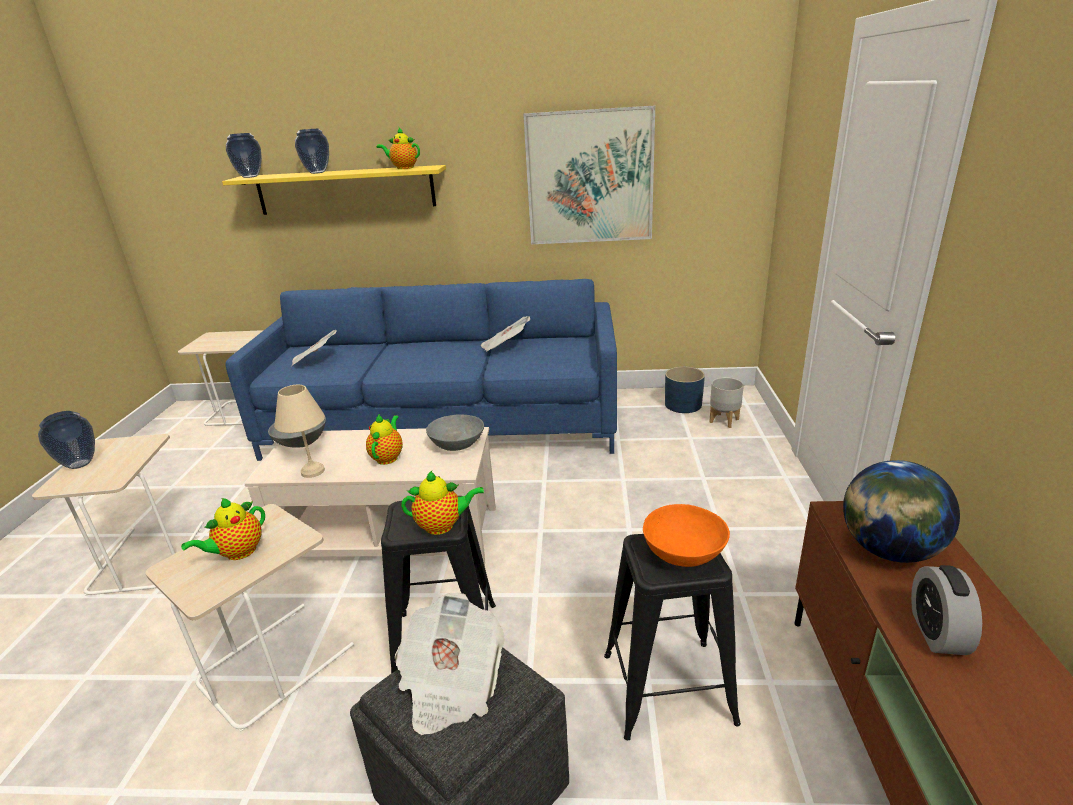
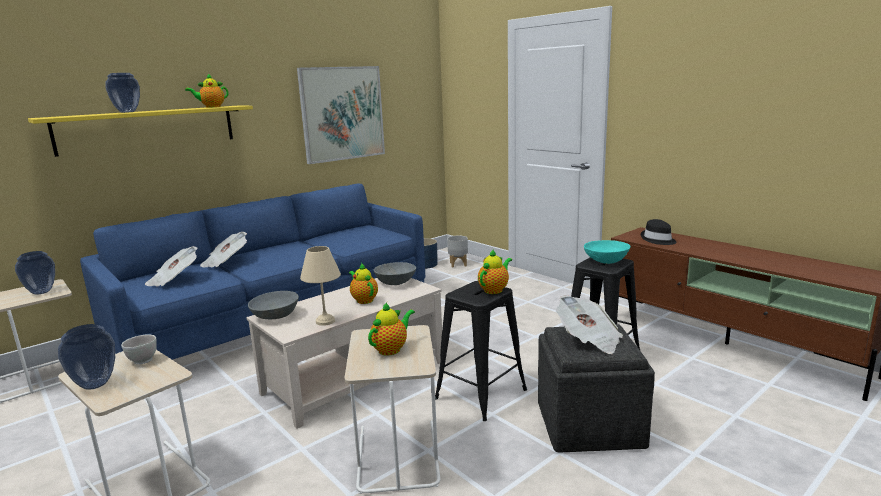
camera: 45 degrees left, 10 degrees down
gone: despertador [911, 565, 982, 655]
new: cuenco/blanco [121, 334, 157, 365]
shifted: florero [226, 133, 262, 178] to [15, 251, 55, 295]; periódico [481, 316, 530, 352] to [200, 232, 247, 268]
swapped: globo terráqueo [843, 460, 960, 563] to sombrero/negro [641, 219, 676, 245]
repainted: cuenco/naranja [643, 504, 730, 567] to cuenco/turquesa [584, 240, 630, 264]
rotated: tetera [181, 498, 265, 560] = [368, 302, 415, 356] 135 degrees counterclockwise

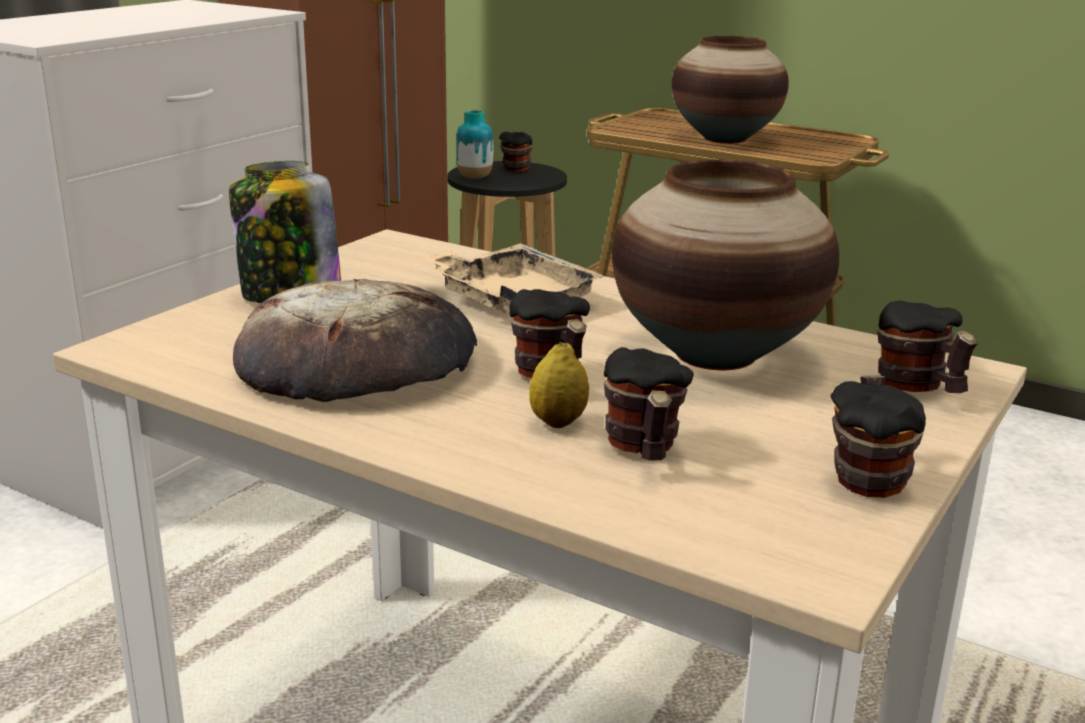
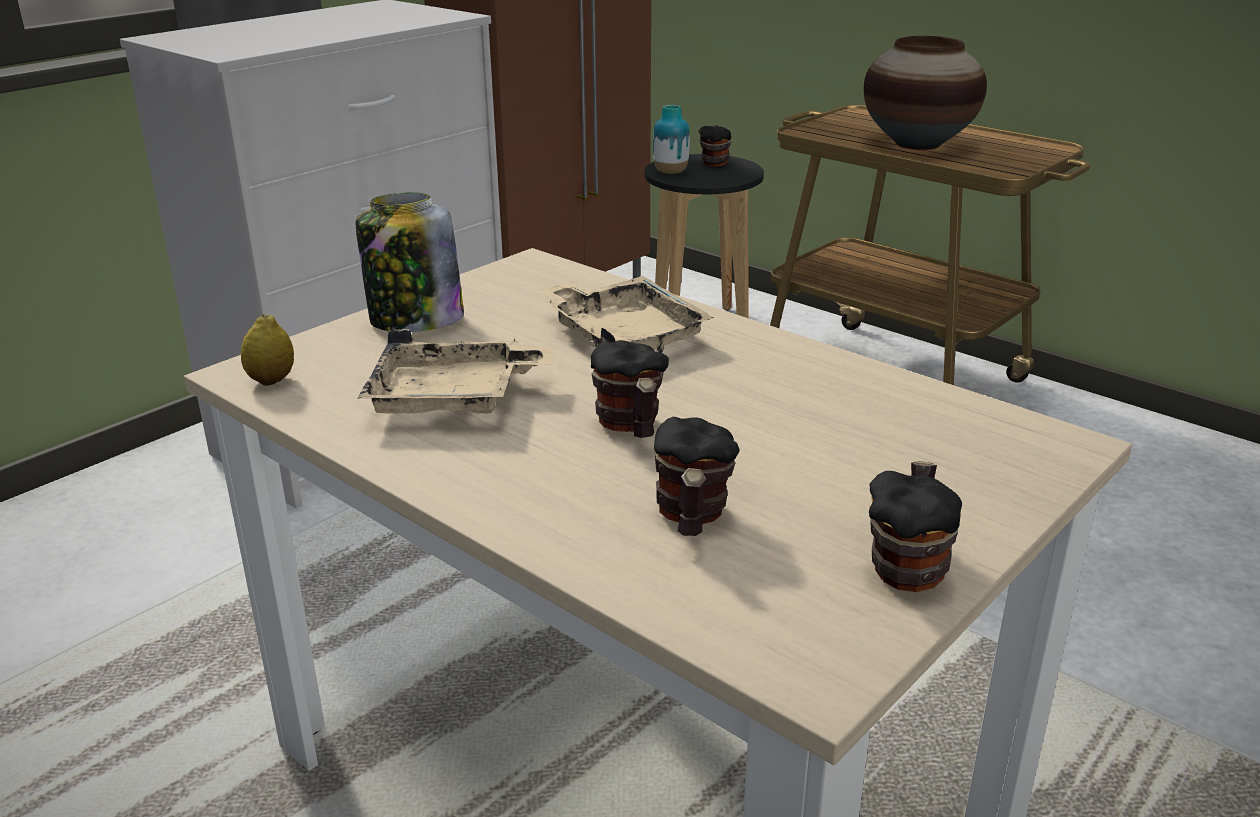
camera: 10 degrees right, 5 degrees up
gone: florero [612, 159, 839, 370]; taza grande [877, 301, 978, 393]
shifted: limón [529, 342, 589, 428] to [241, 314, 294, 386]
swapped: pan [233, 279, 477, 402] to bandeja/beis [358, 329, 554, 414]

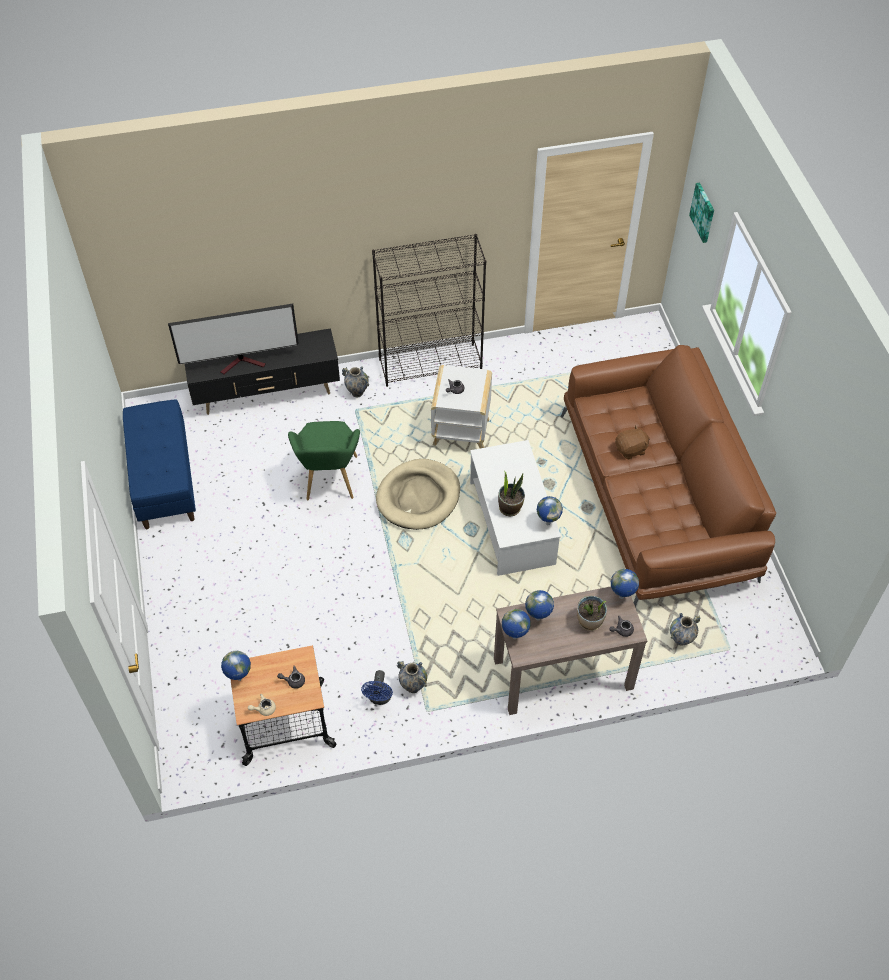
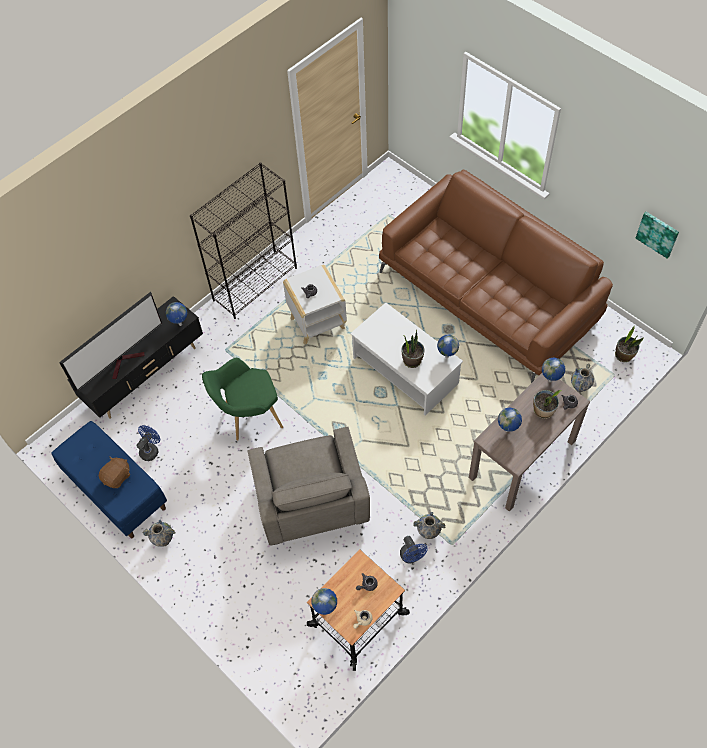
camera: 30 degrees left, 5 degrees up
gone: cama para perro/beis [376, 459, 460, 530]
new: ventilador/azul [136, 425, 160, 461]; sillón/gris [247, 427, 370, 545]; planta en maceta [615, 326, 644, 362]
shifted: peluche/marrón [615, 426, 650, 460] to [99, 456, 130, 488]; florero [342, 367, 369, 397] to [143, 519, 176, 547]; globo terráqueo [502, 609, 531, 639] to [166, 302, 187, 326]; cuadro [689, 183, 714, 243] to [635, 212, 679, 259]
rotated: sillón/verde [288, 421, 360, 500] = [202, 358, 283, 440] 105 degrees clockwise

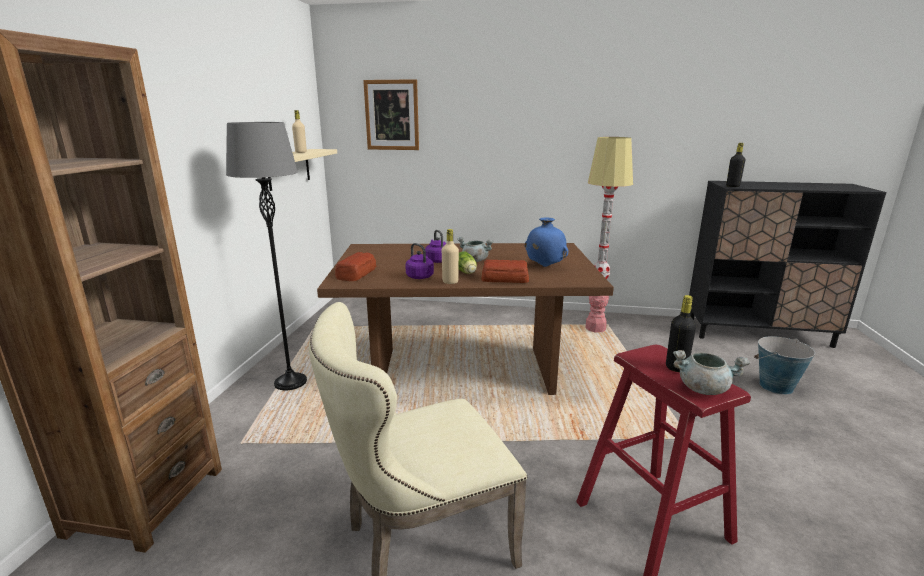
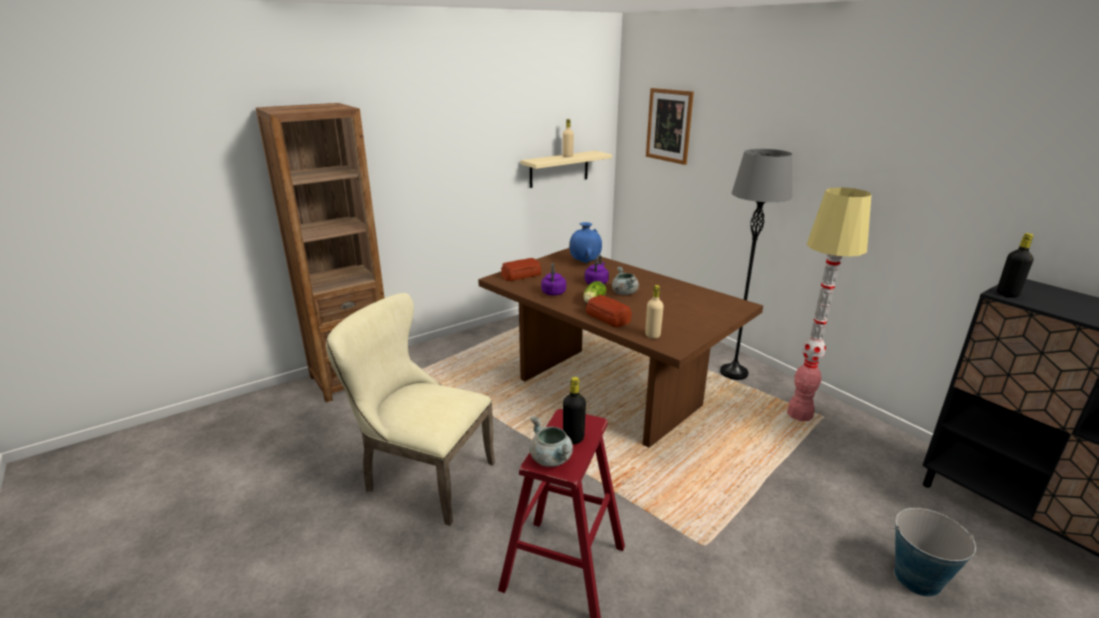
camera: 45 degrees right, 5 degrees up
shifted: florero/azul [525, 218, 569, 267] to [569, 222, 602, 263]; botella/beis [442, 229, 459, 284] to [645, 285, 664, 339]; lámpara de pie/gris [226, 122, 307, 390] to [720, 149, 793, 380]

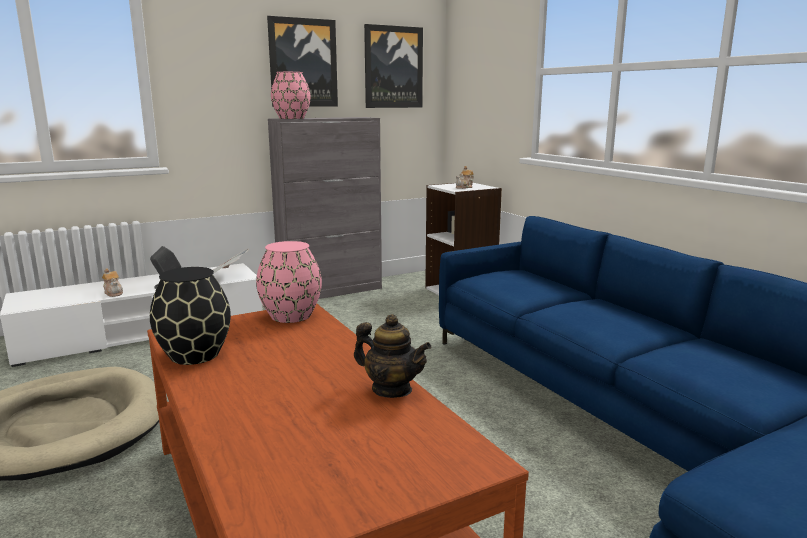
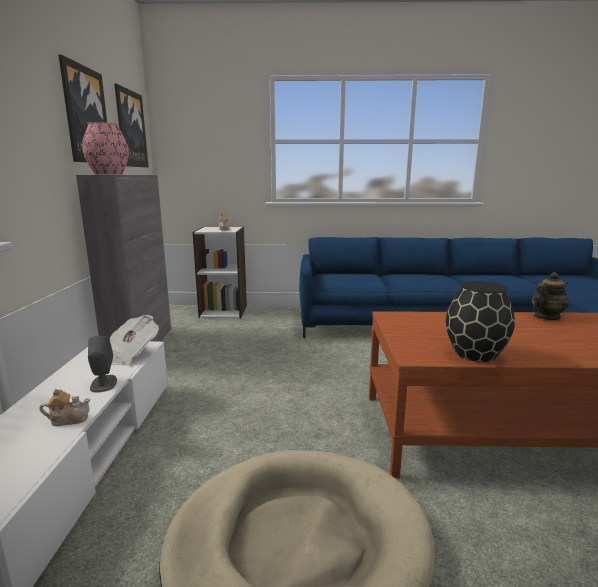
camera: 60 degrees left, 0 degrees up
gone: florero/rosa [256, 241, 322, 323]

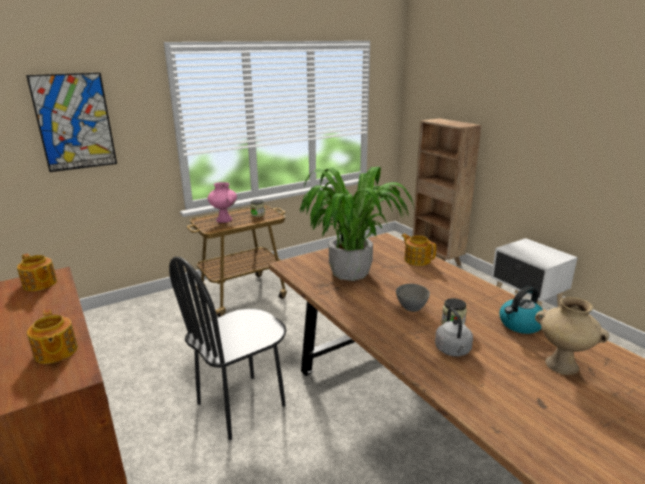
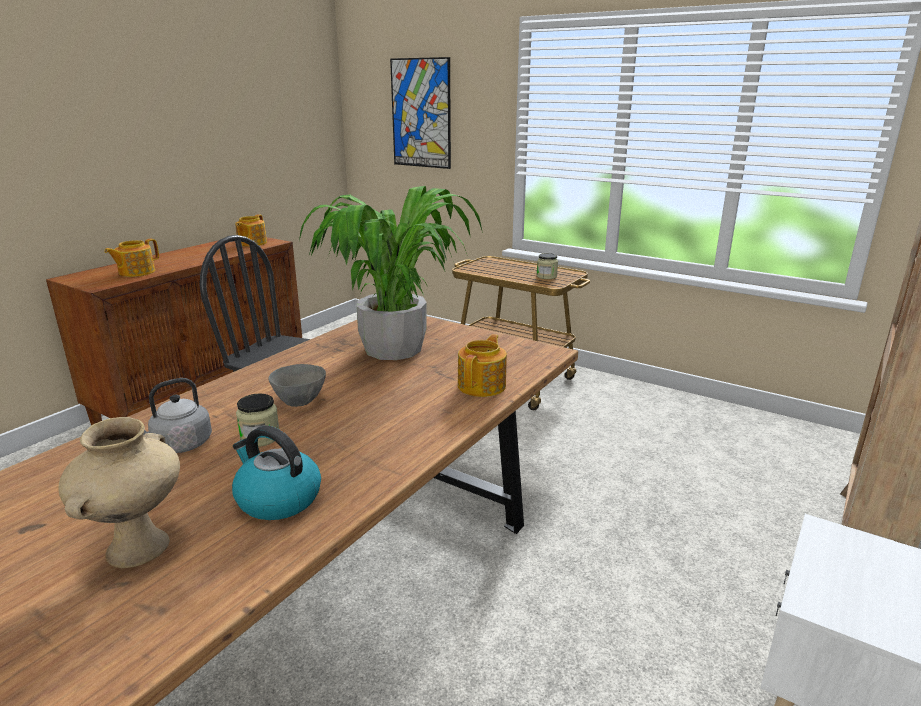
camera: 65 degrees right, 0 degrees up
gone: florero/rosa [208, 182, 237, 223]

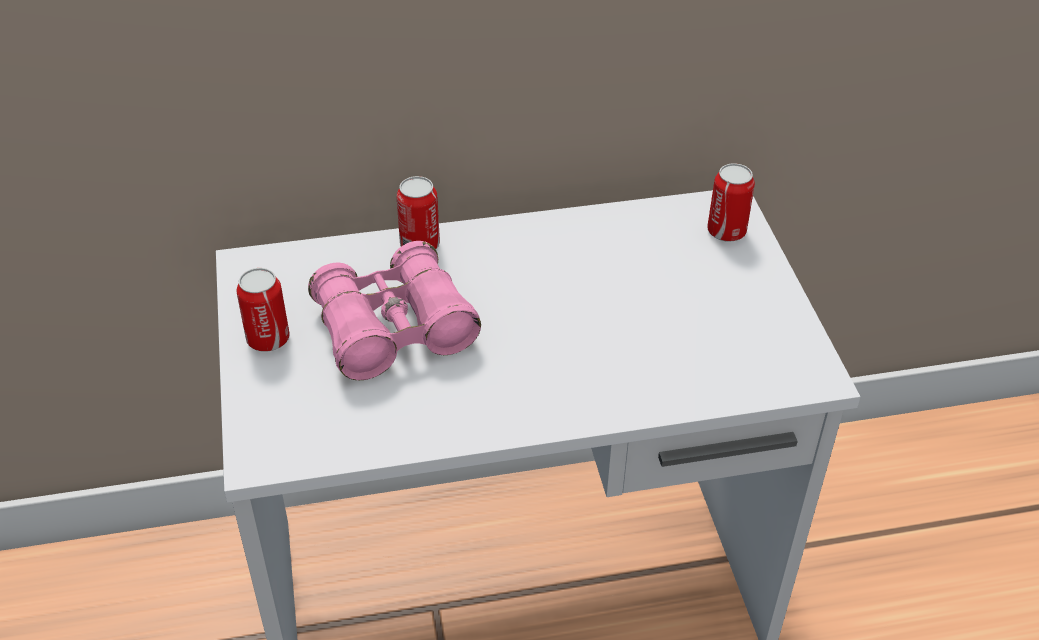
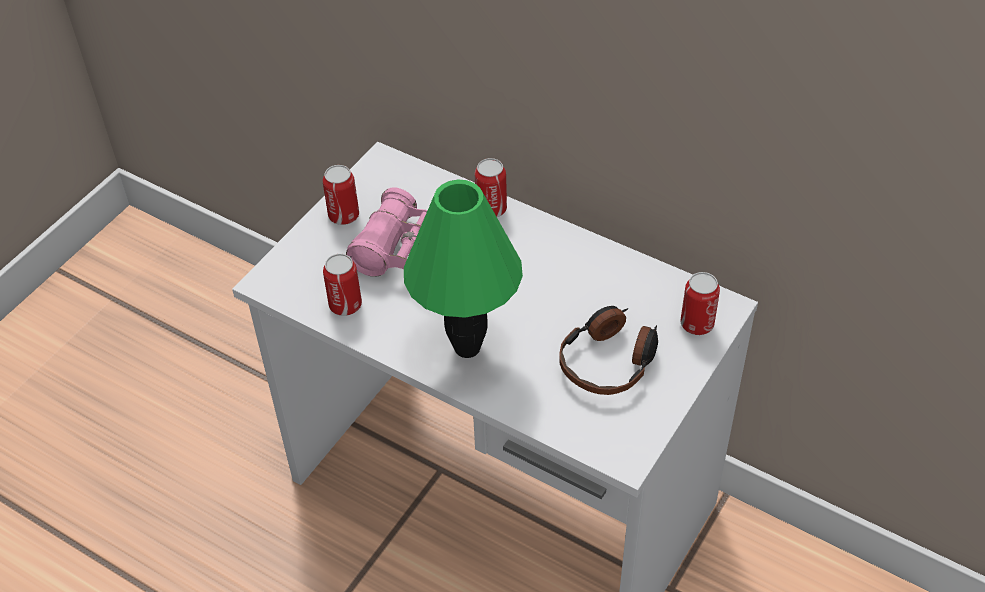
camera: 45 degrees right, 5 degrees up
new: lata [323, 254, 362, 316]; lámpara de mesa/verde [404, 180, 523, 358]; auriculares [559, 306, 658, 395]

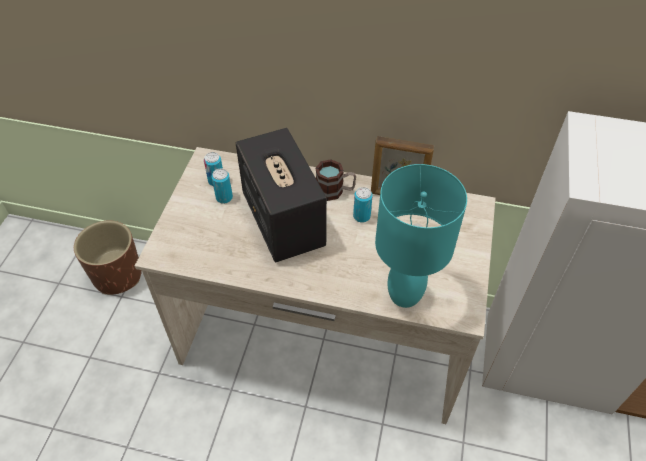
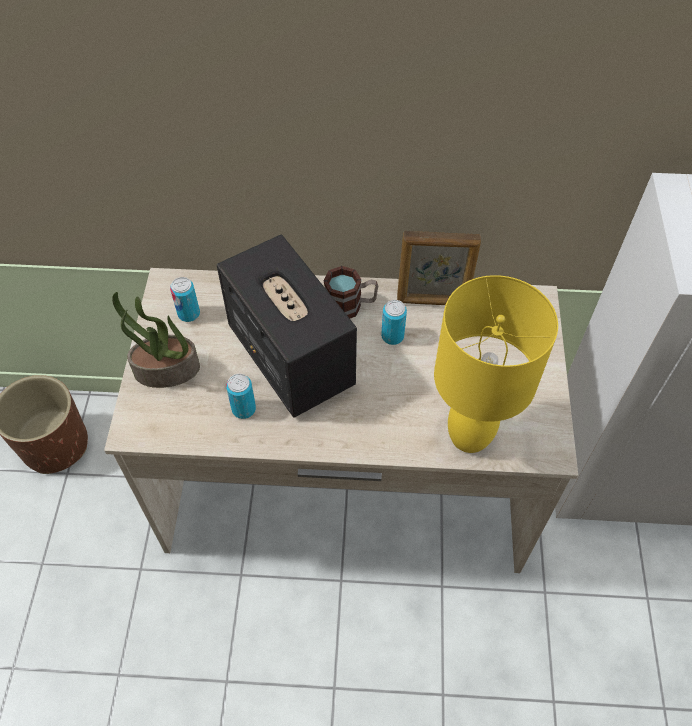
camera: 10 degrees left, 5 degrees up
new: planta en maceta [112, 292, 200, 388]
shifted: lata [212, 168, 233, 204] to [226, 374, 256, 419]
repainted: lámpara de mesa/turquesa [375, 164, 467, 308] to lámpara de mesa/amarillo [434, 275, 558, 453]

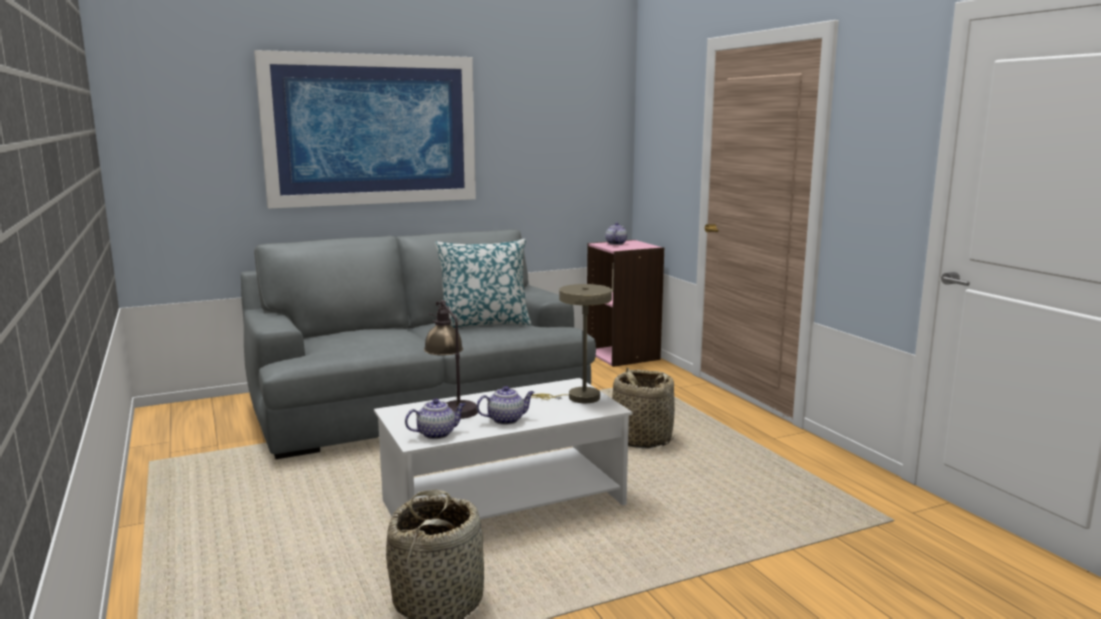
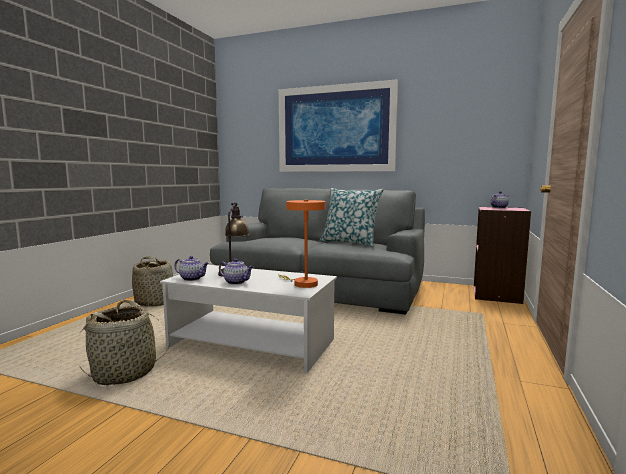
camera: 45 degrees right, 5 degrees down
shifted: cesta [608, 367, 675, 448] to [132, 256, 173, 307]
repainted: lámpara de mesa/beis [531, 284, 612, 403] to lámpara de mesa/naranja [278, 200, 326, 288]

